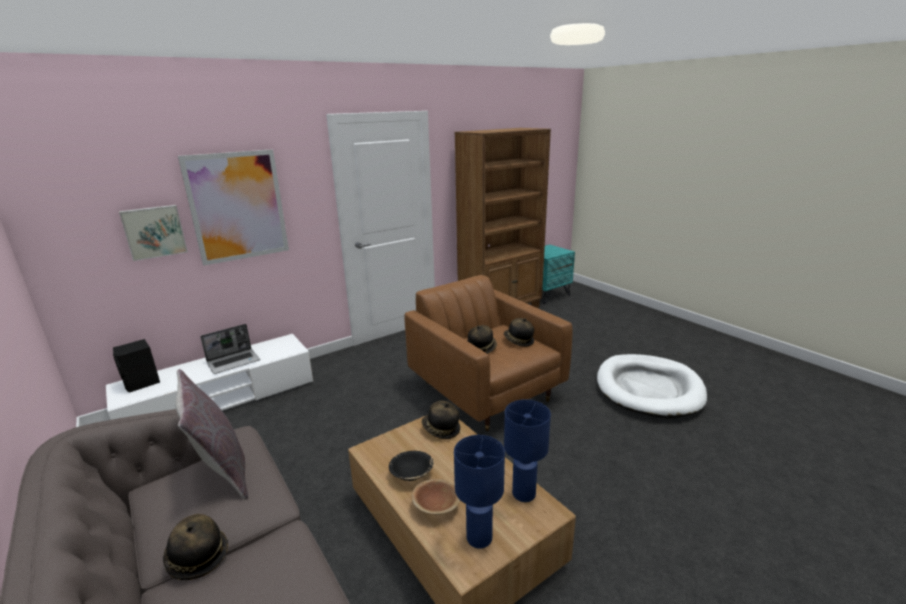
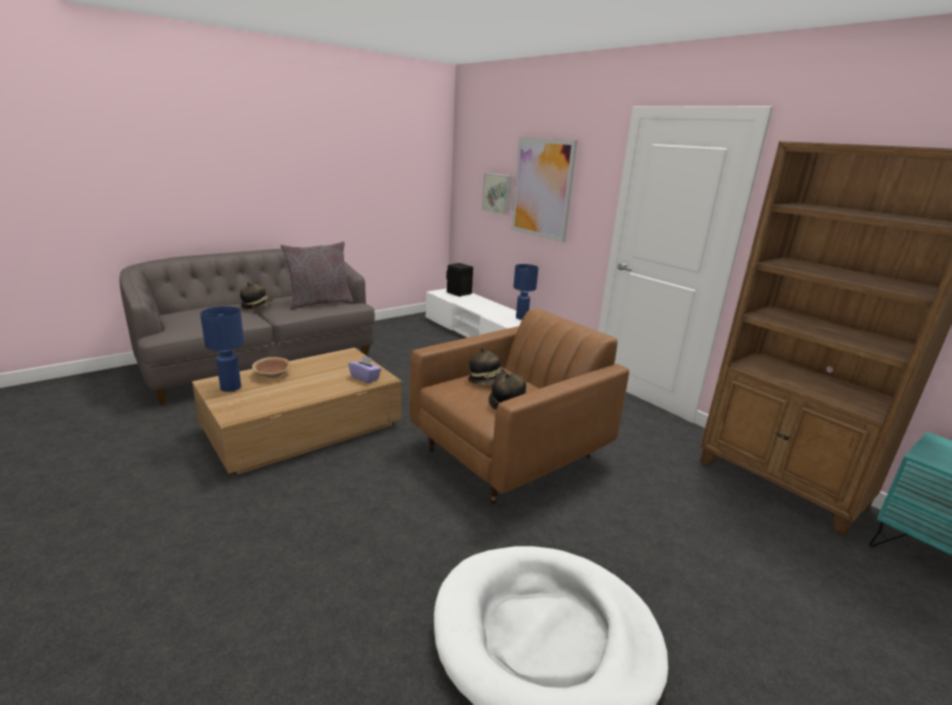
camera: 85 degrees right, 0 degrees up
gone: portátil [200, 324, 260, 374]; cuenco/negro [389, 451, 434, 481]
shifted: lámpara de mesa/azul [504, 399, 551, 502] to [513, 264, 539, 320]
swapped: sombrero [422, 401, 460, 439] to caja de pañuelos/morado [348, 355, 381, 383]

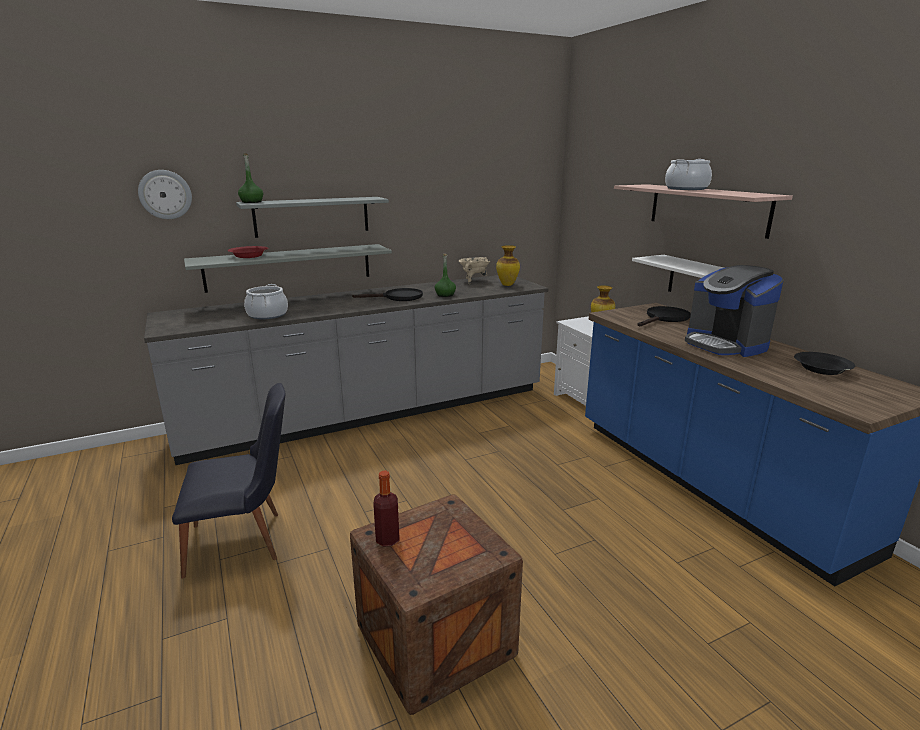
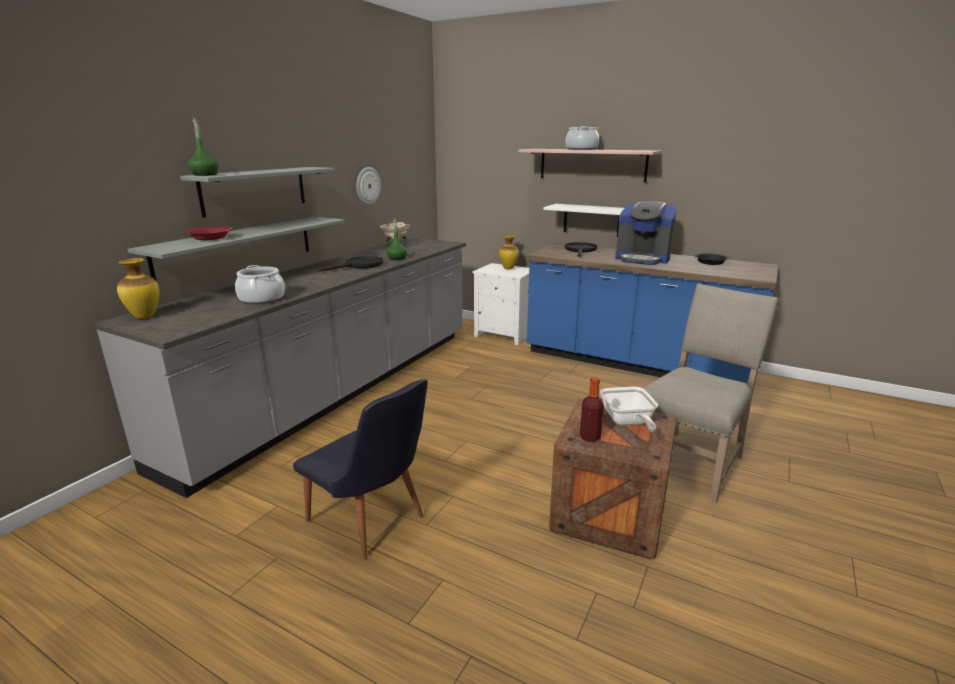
camera: 35 degrees left, 0 degrees up
new: sartén [600, 387, 658, 432]; silla/beis [643, 284, 779, 503]
shifted: florero [496, 245, 520, 286] to [117, 258, 160, 319]; reloj de pared [138, 170, 192, 219] to [357, 167, 381, 205]
rotated: silla/negro [172, 383, 286, 578] = [293, 379, 428, 560] 90 degrees clockwise

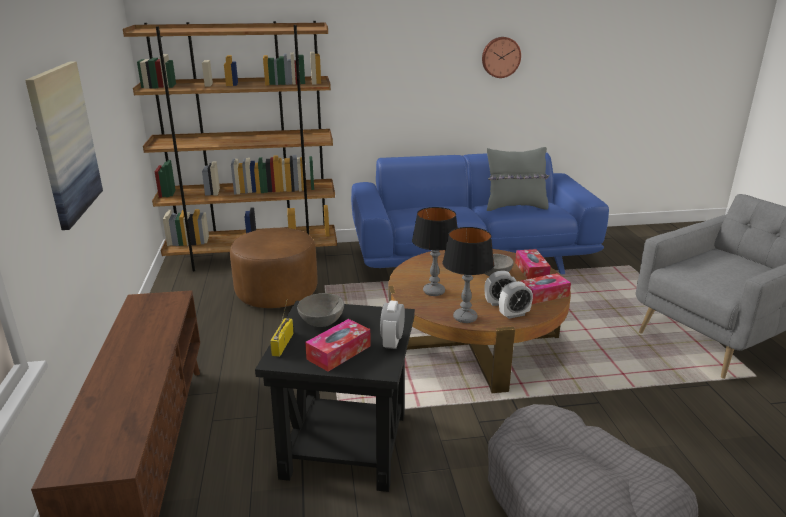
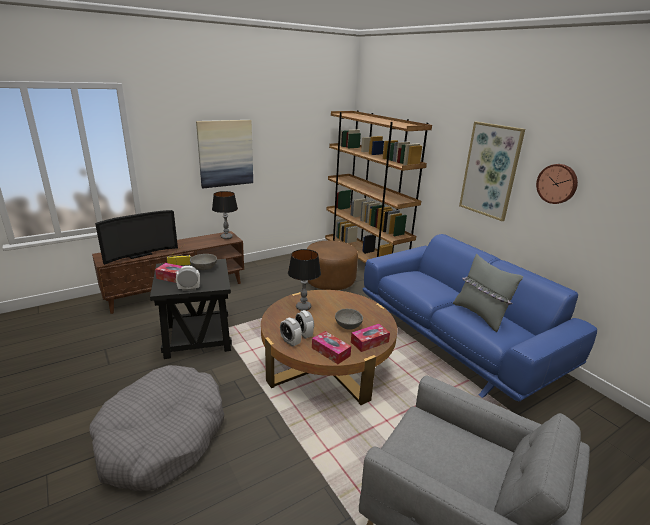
camera: 65 degrees right, 0 degrees up
new: televisor [95, 210, 178, 265]; cuadro [459, 122, 525, 221]
shifted: lámpara de mesa [442, 227, 494, 323] to [212, 191, 238, 239]

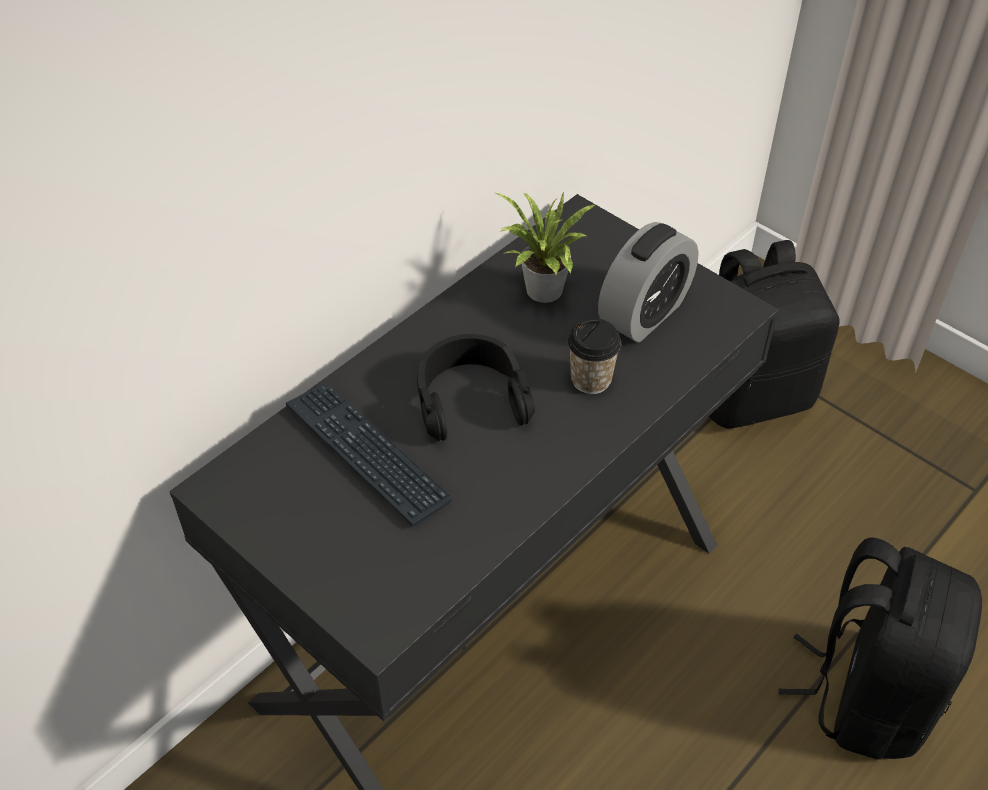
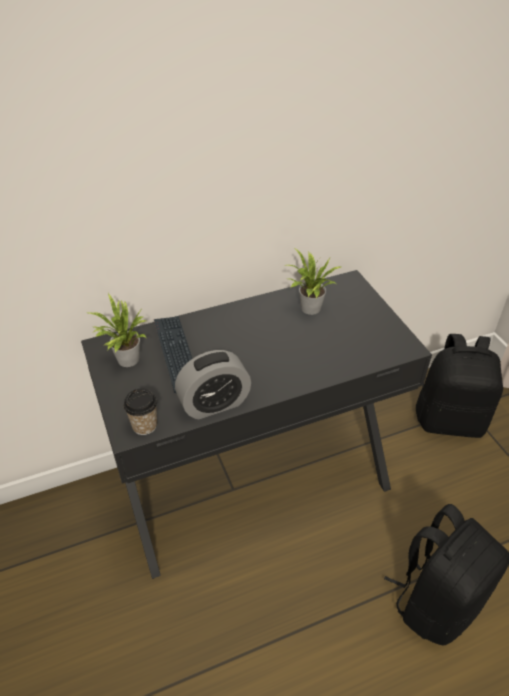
camera: 25 degrees right, 5 degrees down
gone: auriculares/negro [417, 334, 535, 441]
new: planta en maceta [88, 293, 146, 367]
shifted: taza [568, 318, 621, 394] to [124, 389, 157, 435]; despertador [598, 222, 699, 342] to [175, 350, 251, 419]

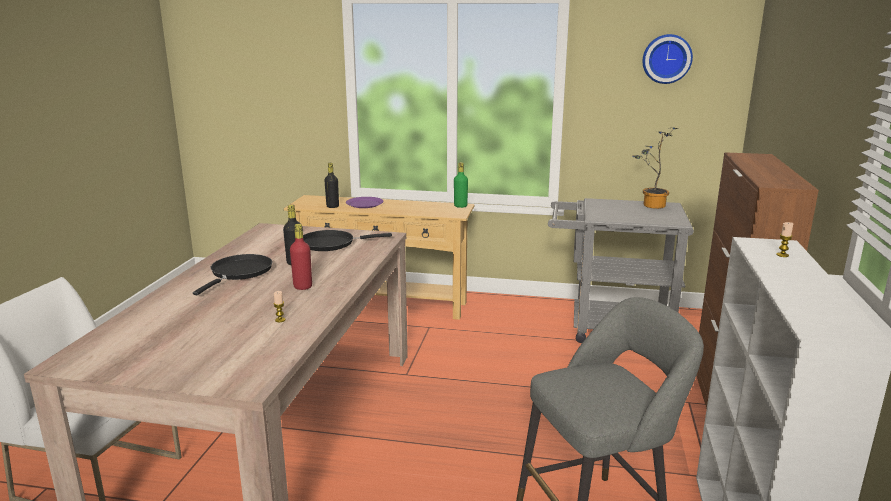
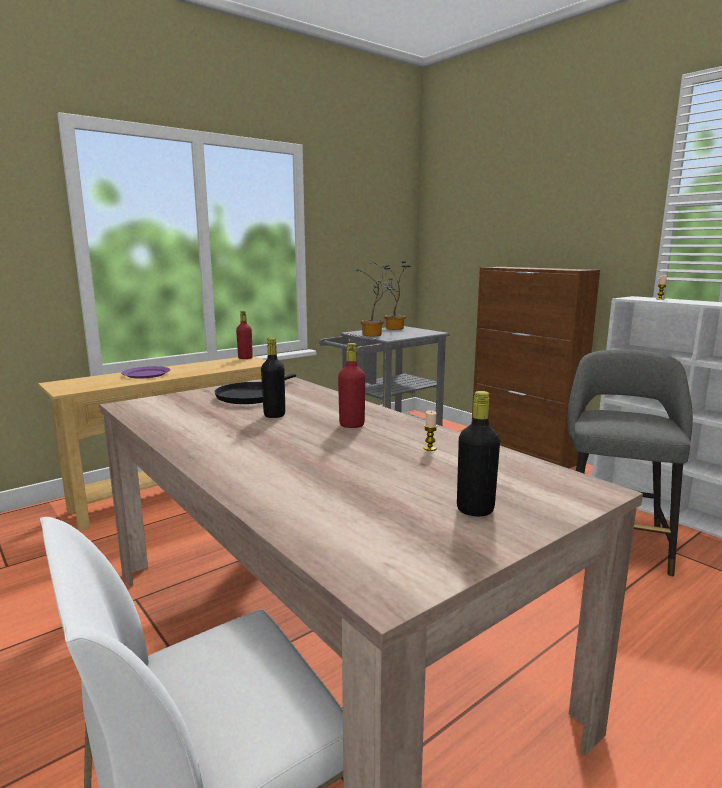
camera: 50 degrees left, 5 degrees down
gone: sartén/negro [193, 254, 272, 295]; reloj de pared [643, 34, 693, 84]
new: planta en maceta [354, 262, 393, 336]
shifted: botella/negro [324, 163, 339, 208] to [457, 391, 500, 516]
repainted: botella/verde [454, 162, 468, 208] to botella/rojo [236, 311, 253, 359]

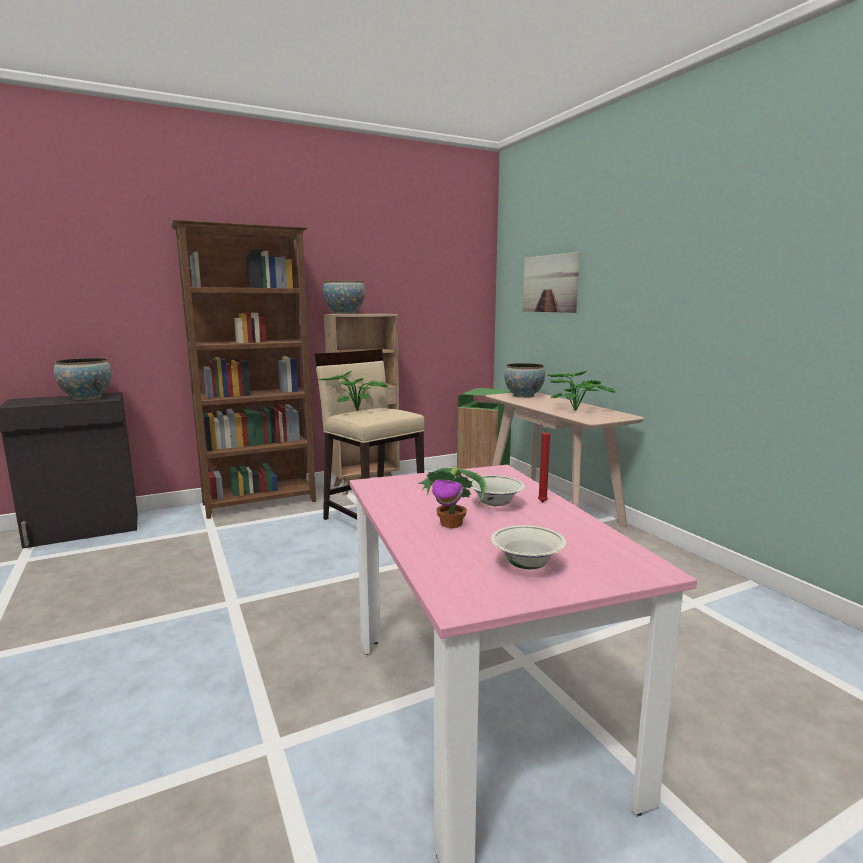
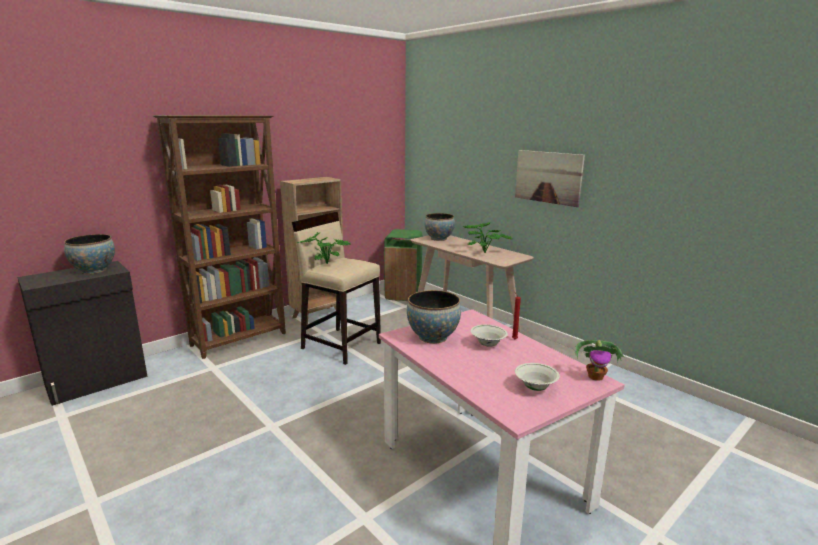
camera: 15 degrees left, 5 degrees up
shifted: cuenco [323, 280, 365, 314] to [407, 290, 461, 344]; cuadro [523, 252, 580, 313] to [515, 150, 585, 207]; planta en maceta [418, 467, 487, 528] to [574, 340, 625, 381]

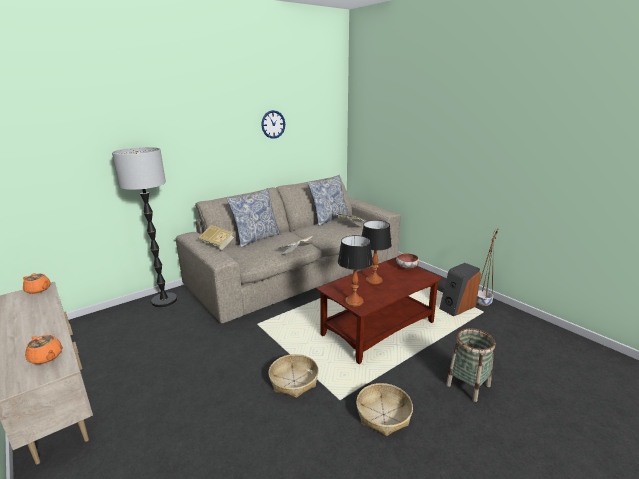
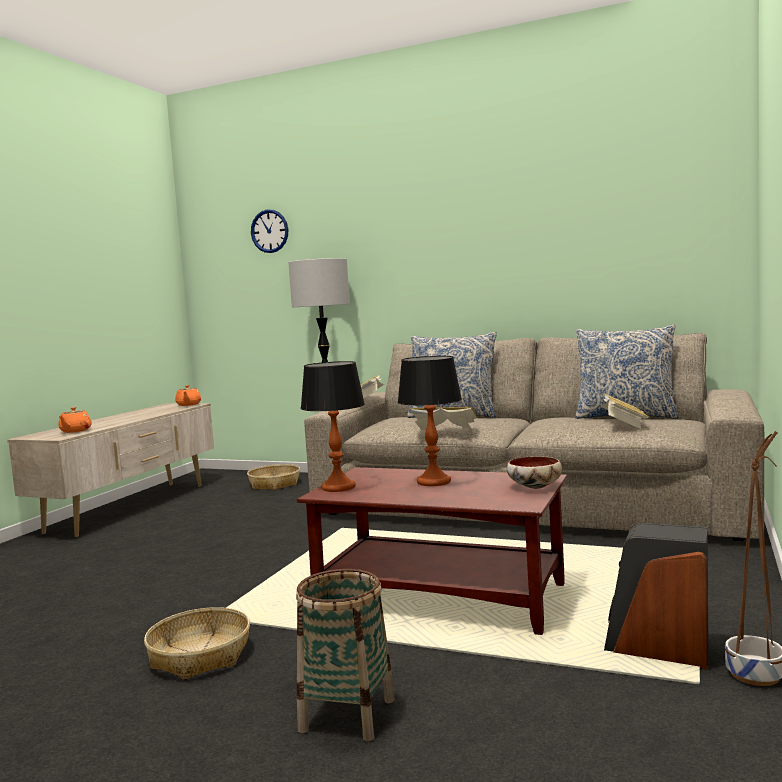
camera: 60 degrees right, 15 degrees down
shifted: cesta [268, 354, 319, 398] to [247, 464, 300, 490]; reloj de pared [261, 110, 285, 139] to [251, 209, 288, 253]

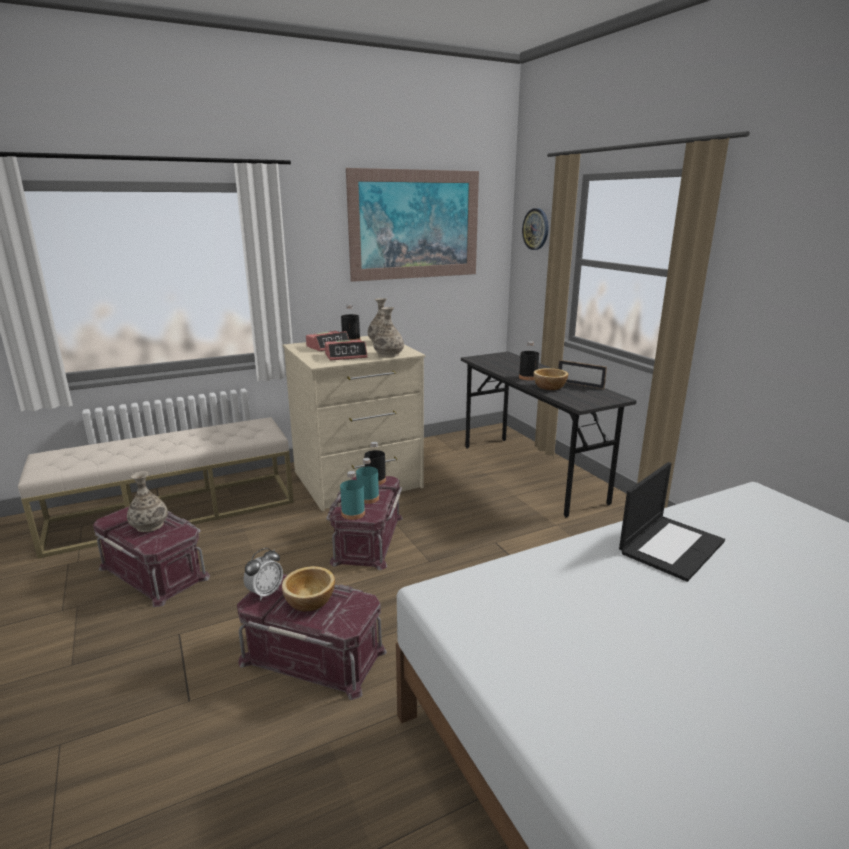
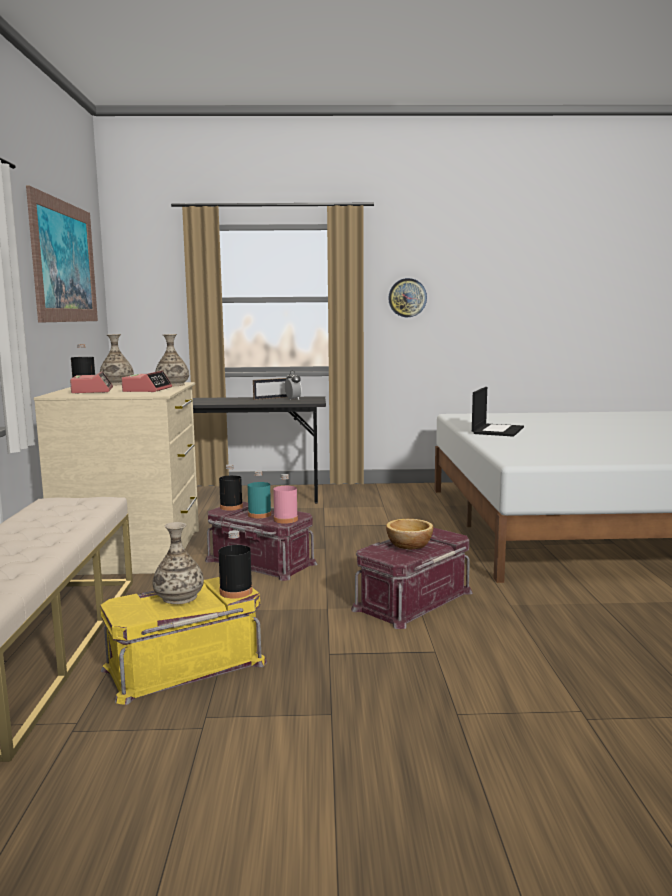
camera: 65 degrees left, 10 degrees down
gone: cuenco [534, 368, 568, 390]
shifted: botella/negro [519, 341, 539, 380] to [218, 530, 253, 598]; despertador [243, 548, 283, 601] to [285, 370, 302, 400]; reloj de pared [522, 208, 548, 250] to [388, 278, 427, 317]
repainted: caja de almacenaje/rojo [93, 507, 210, 607] to caja de almacenaje/amarillo [100, 577, 267, 705]; botella/turquesa [340, 471, 365, 520] to botella/rosa [273, 474, 298, 523]
rotated: portátil [619, 462, 725, 582] = [472, 387, 524, 437] 45 degrees clockwise

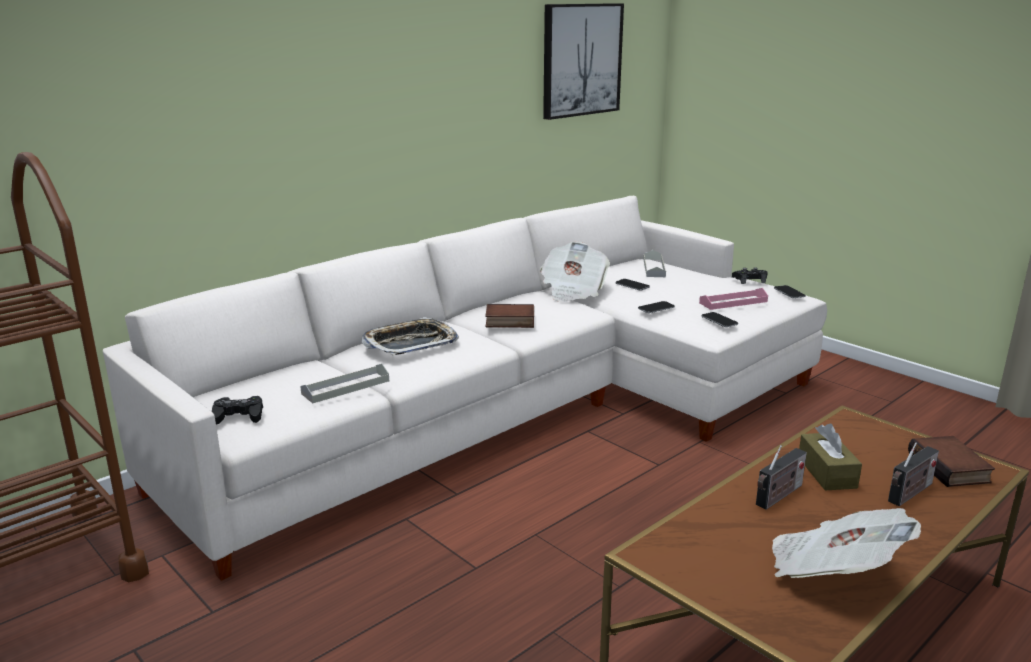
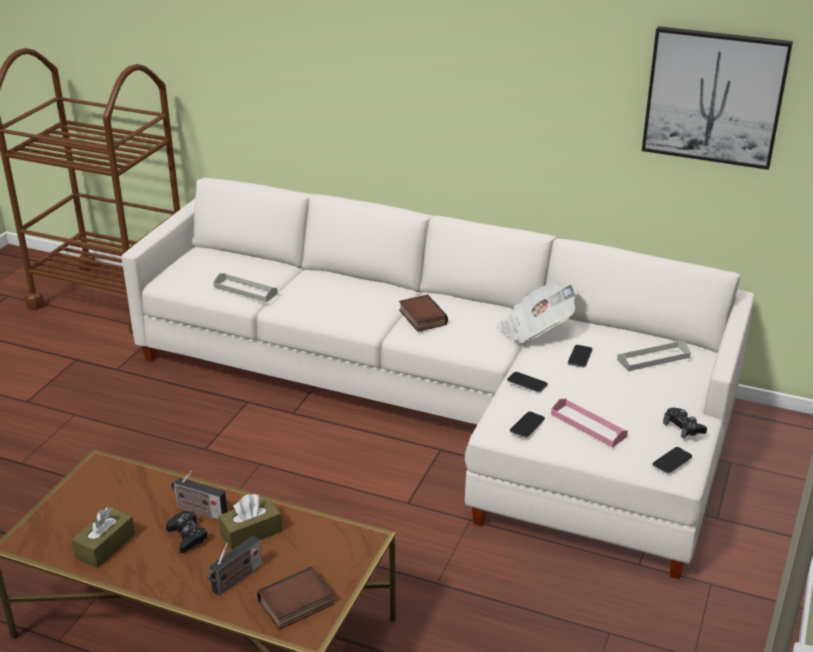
camera: 65 degrees right, 10 degrees up
gone: bandeja [361, 317, 459, 356]
shifted: mando de consola/negro [212, 396, 263, 425] to [166, 511, 209, 553]
swapped: periódico [772, 508, 921, 578] to caja de pañuelos/marrón [71, 506, 135, 568]
rotated: radio [888, 442, 939, 506] = [207, 536, 262, 596] 75 degrees counterclockwise

